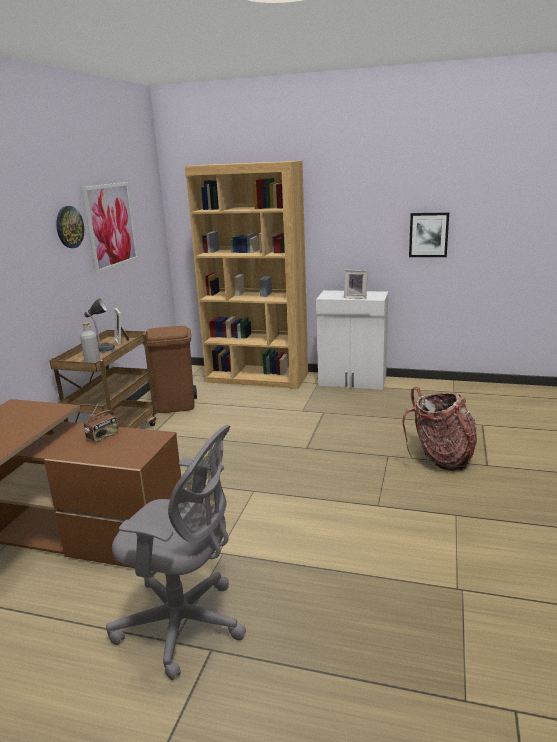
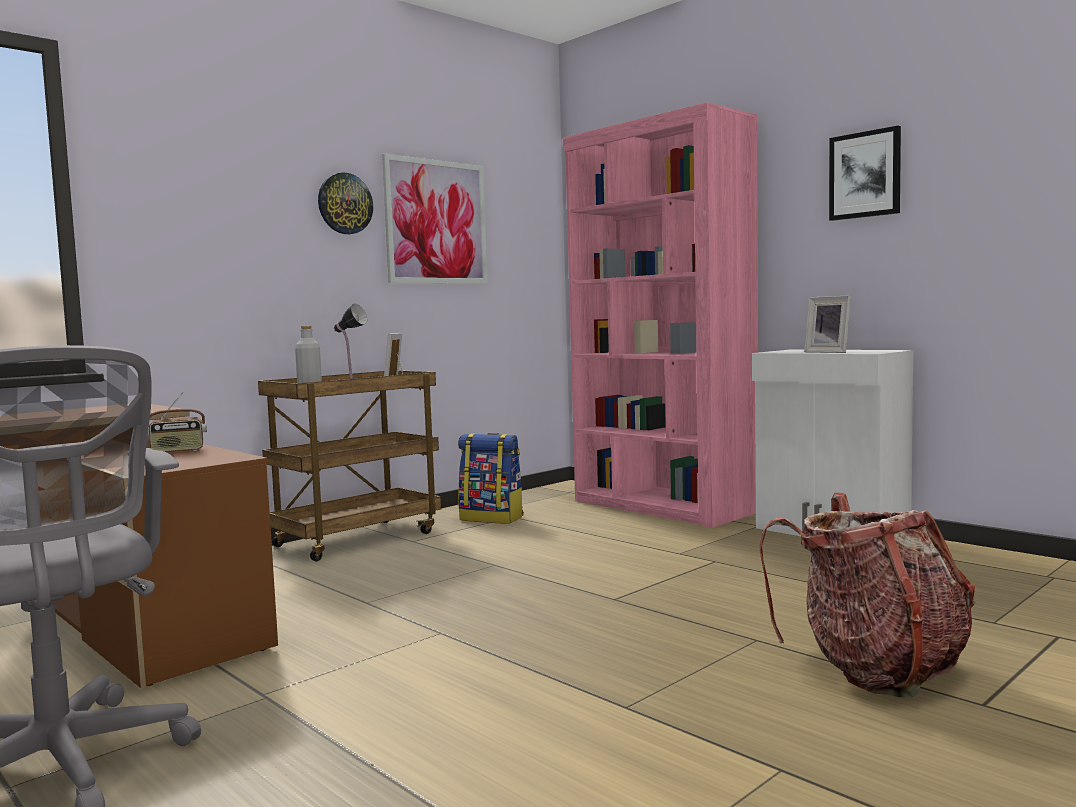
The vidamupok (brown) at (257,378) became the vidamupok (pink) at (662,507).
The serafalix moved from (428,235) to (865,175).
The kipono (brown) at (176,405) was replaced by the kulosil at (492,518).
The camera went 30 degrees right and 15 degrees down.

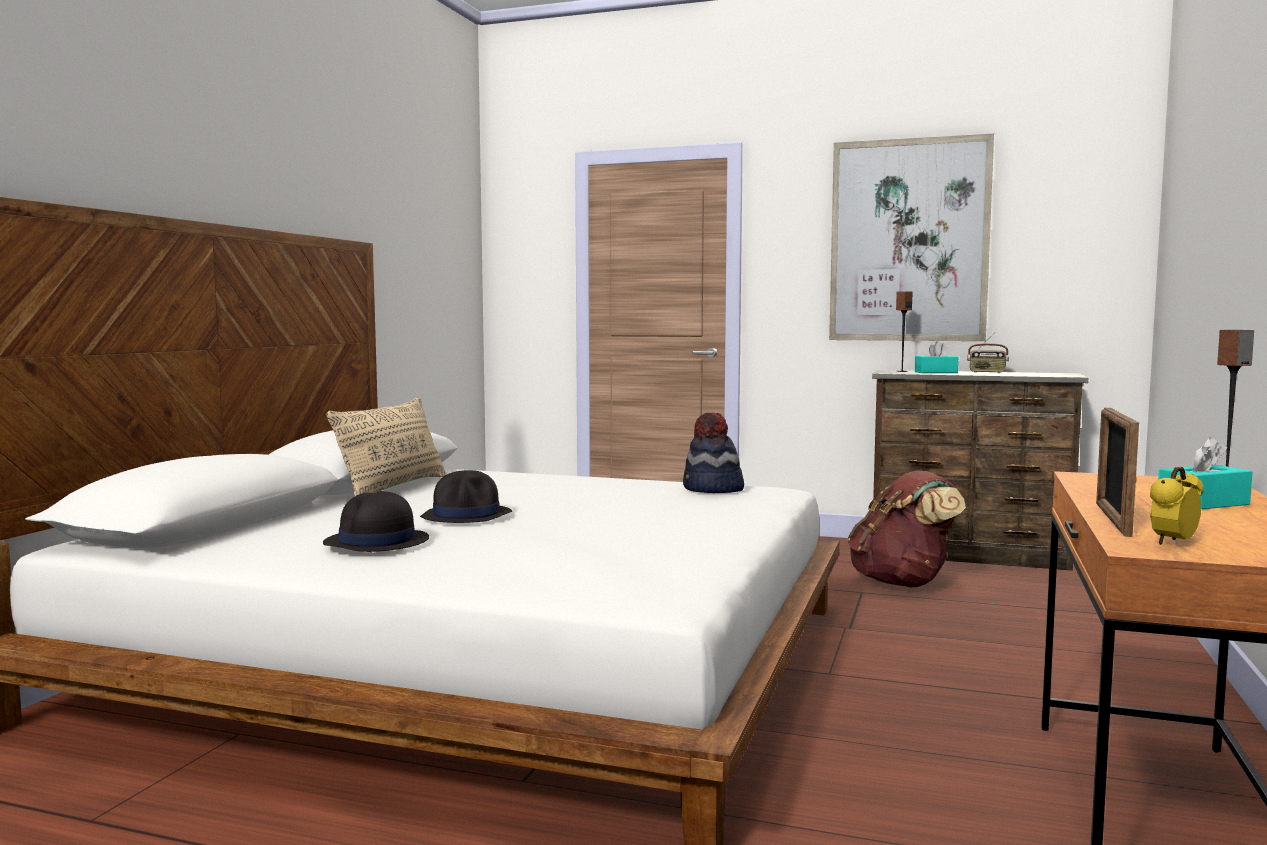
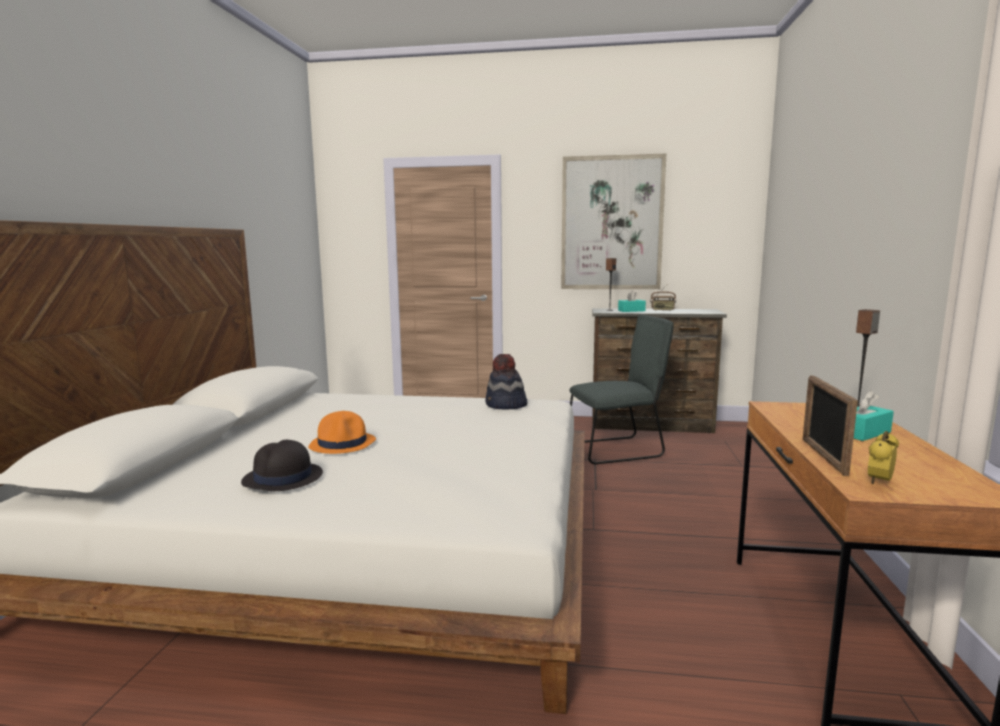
The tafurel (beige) at (394,489) disappeared.
The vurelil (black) at (467,516) became the vurelil (orange) at (343,444).
The kulosil (brown) at (903,583) was replaced by the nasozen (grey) at (618,450).
The camera went 10 degrees left and 5 degrees up.

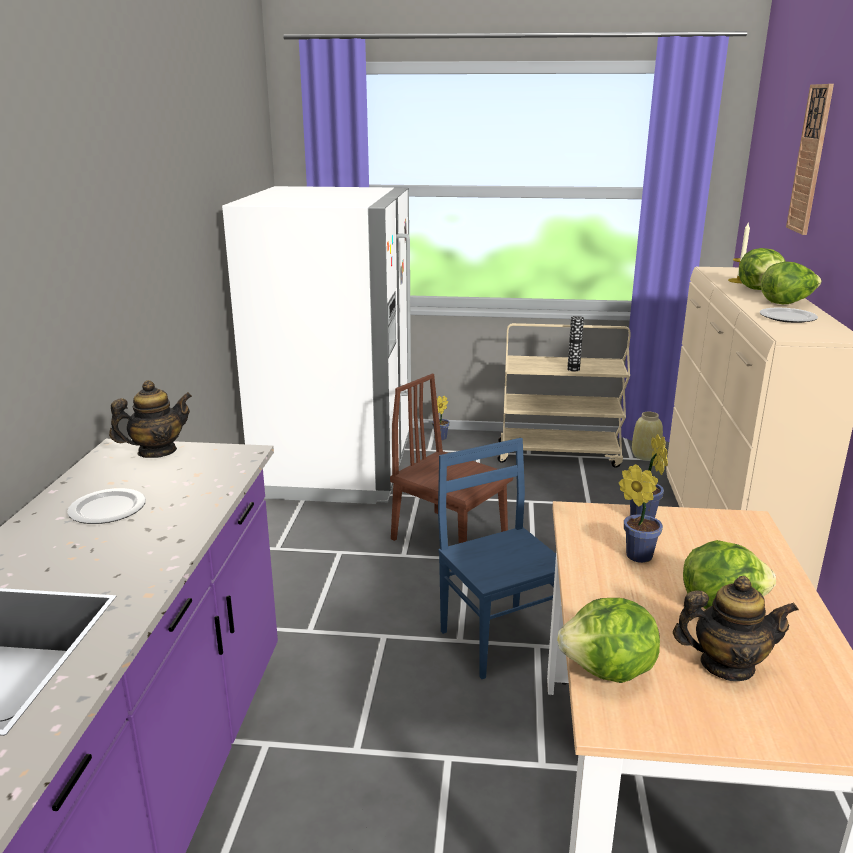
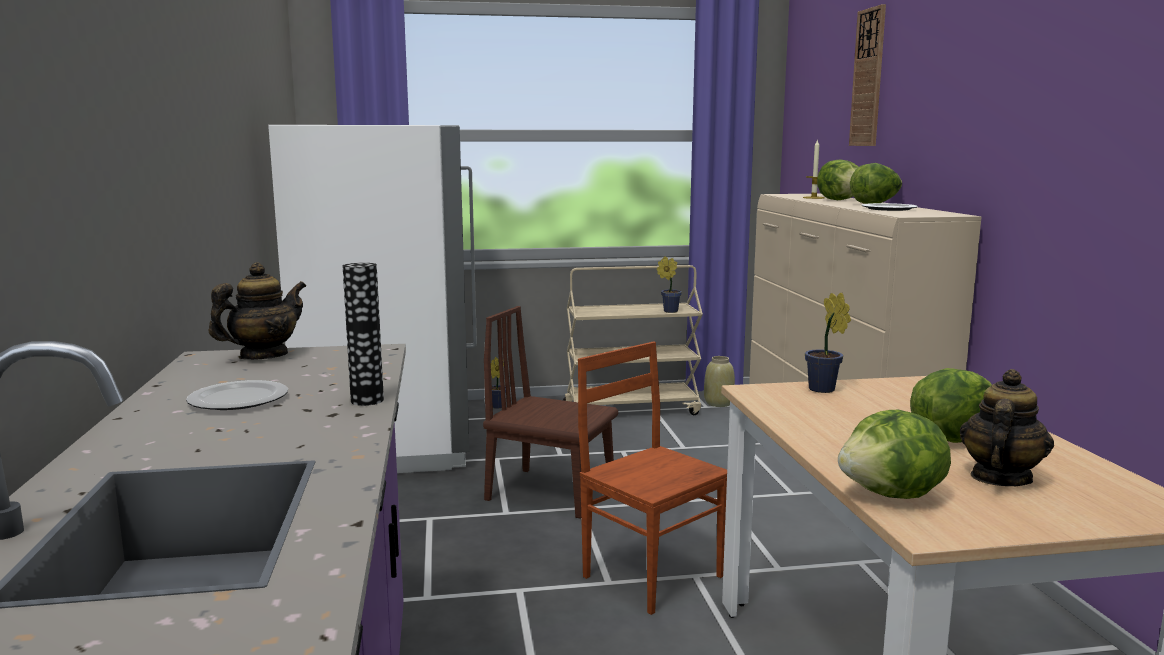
The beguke moved from (573,369) to (367,400).
The nasozen (blue) at (500,639) became the nasozen (brown) at (652,575).
The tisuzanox moved from (635,555) to (668,311).
The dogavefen at (726,665) turned 45 degrees counterclockwise.
The camera went 15 degrees left and 10 degrees down.

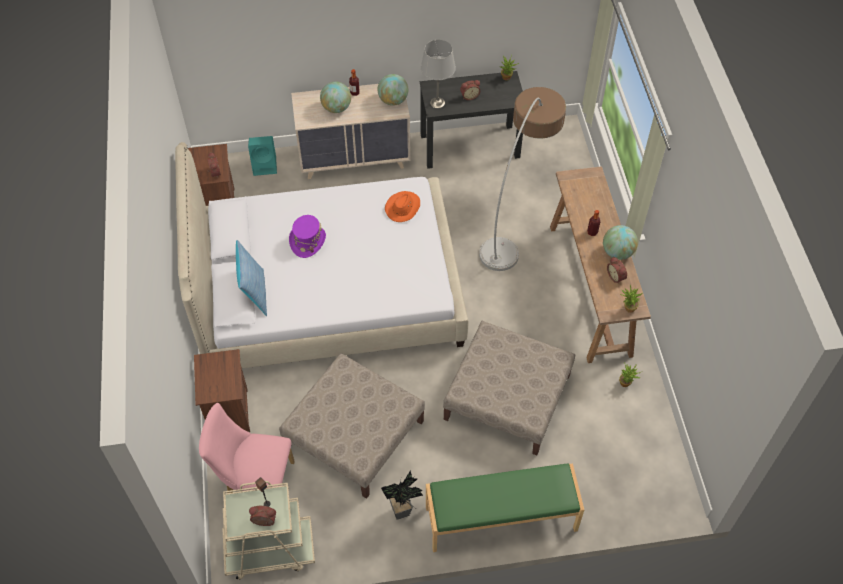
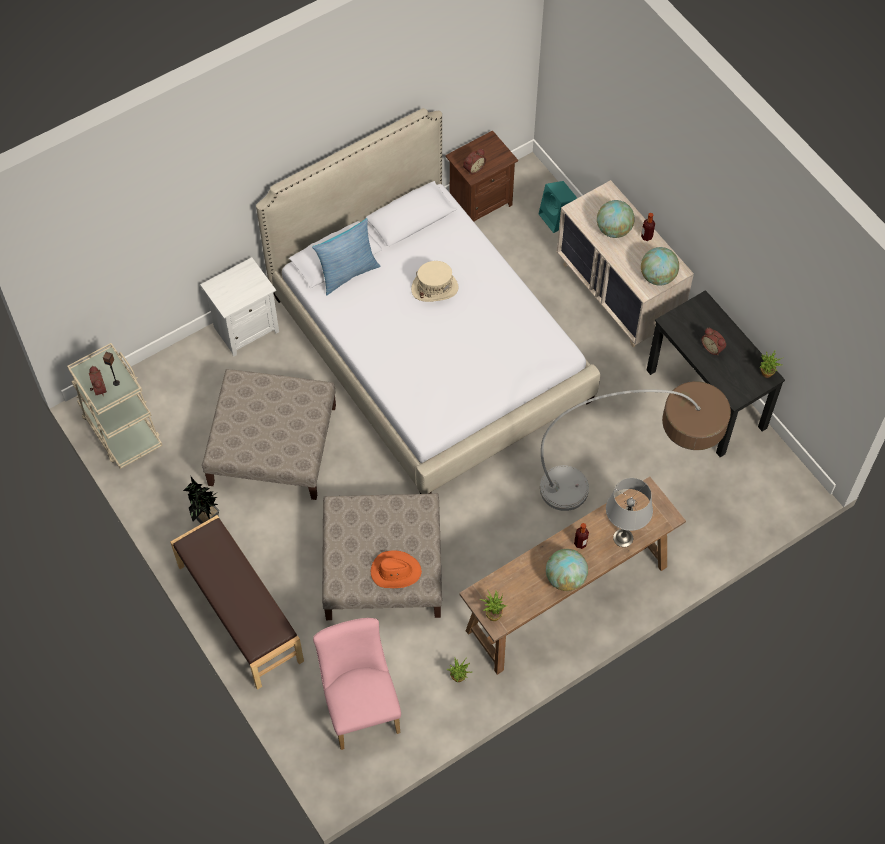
The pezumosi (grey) moved from (437,102) to (623,538).
The vurelil (orange) moved from (403,207) to (395,571).
The vurelil (purple) at (307,241) became the vurelil (beige) at (434,288).
The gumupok at (616,276) disappeared.
The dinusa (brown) at (228,412) became the dinusa (white) at (245,329).
The nasozen (pink) moved from (255,481) to (360,705).
The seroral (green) at (501,519) became the seroral (brown) at (239,613).
The camera went 65 degrees right and 5 degrees up.

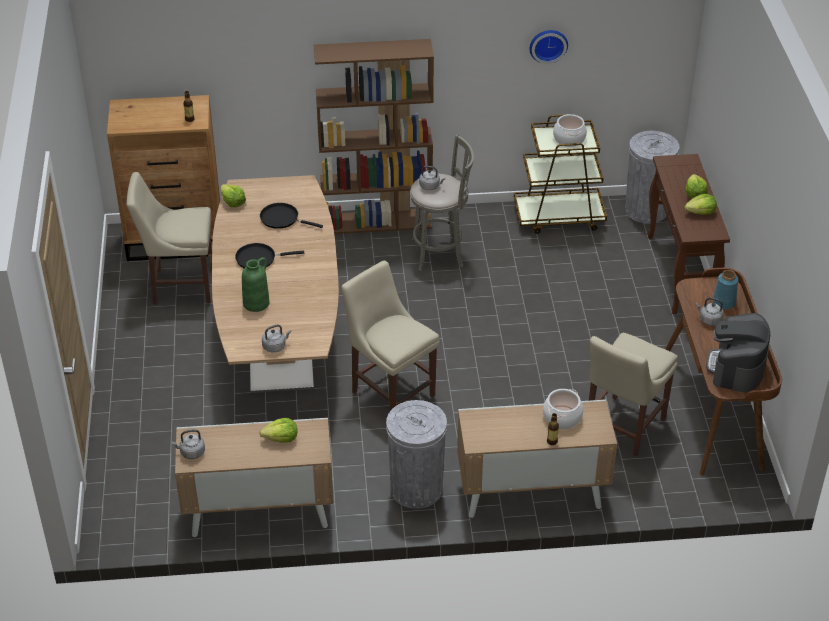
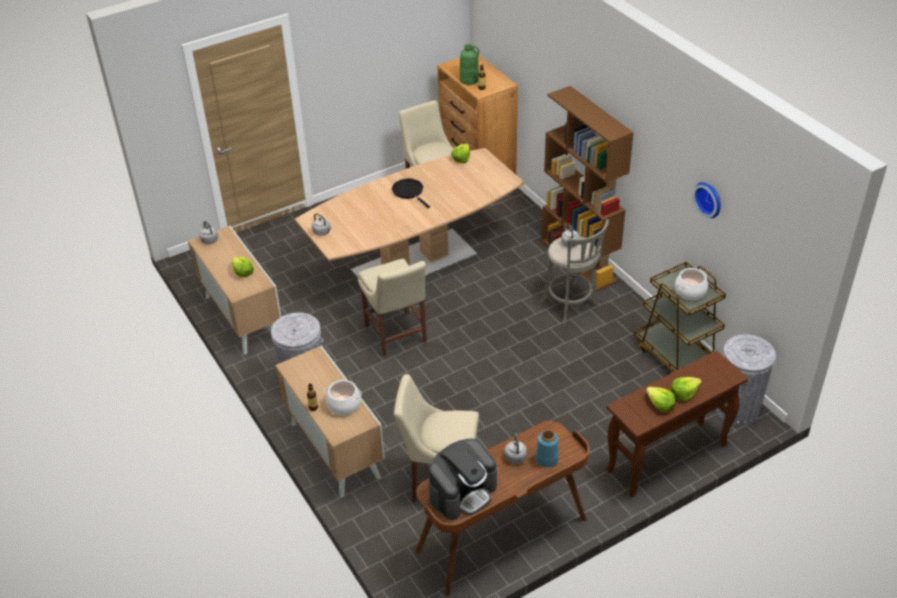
The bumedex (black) at (282,219) disappeared.
The beguke (green) moved from (256,303) to (469,80).
The nasozen (beige) at (390,391) turned 135 degrees clockwise.
The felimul at (736,367) turned 150 degrees clockwise.
The camera went 65 degrees right and 0 degrees up.

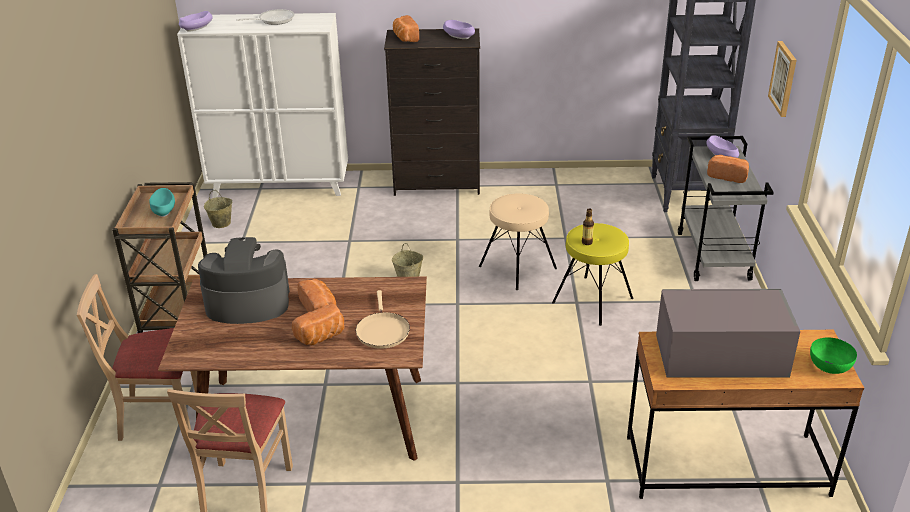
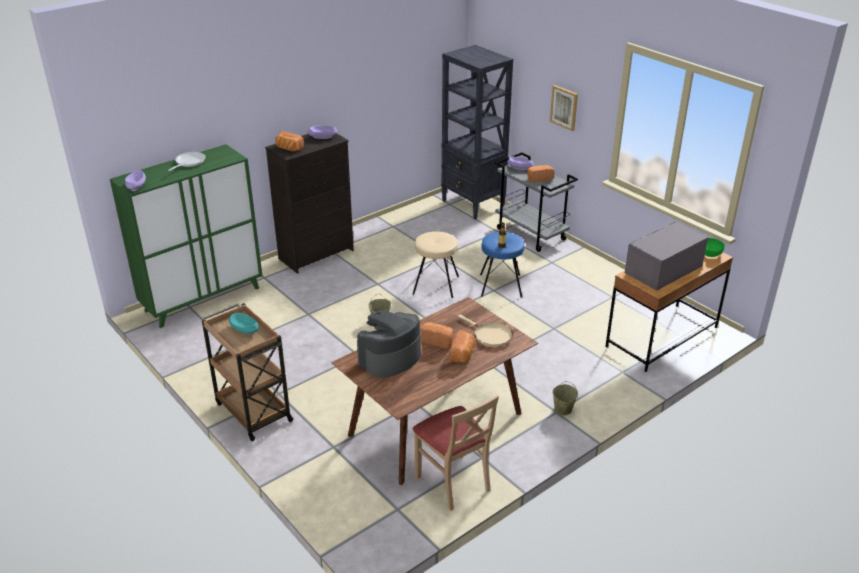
The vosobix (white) at (280,186) became the vosobix (green) at (203,299).
The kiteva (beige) moved from (221,223) to (563,409).
The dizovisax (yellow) at (592,300) became the dizovisax (blue) at (501,285).
The nasozen (beige) at (161,417) disappeared.
The camera went 40 degrees left and 0 degrees up.

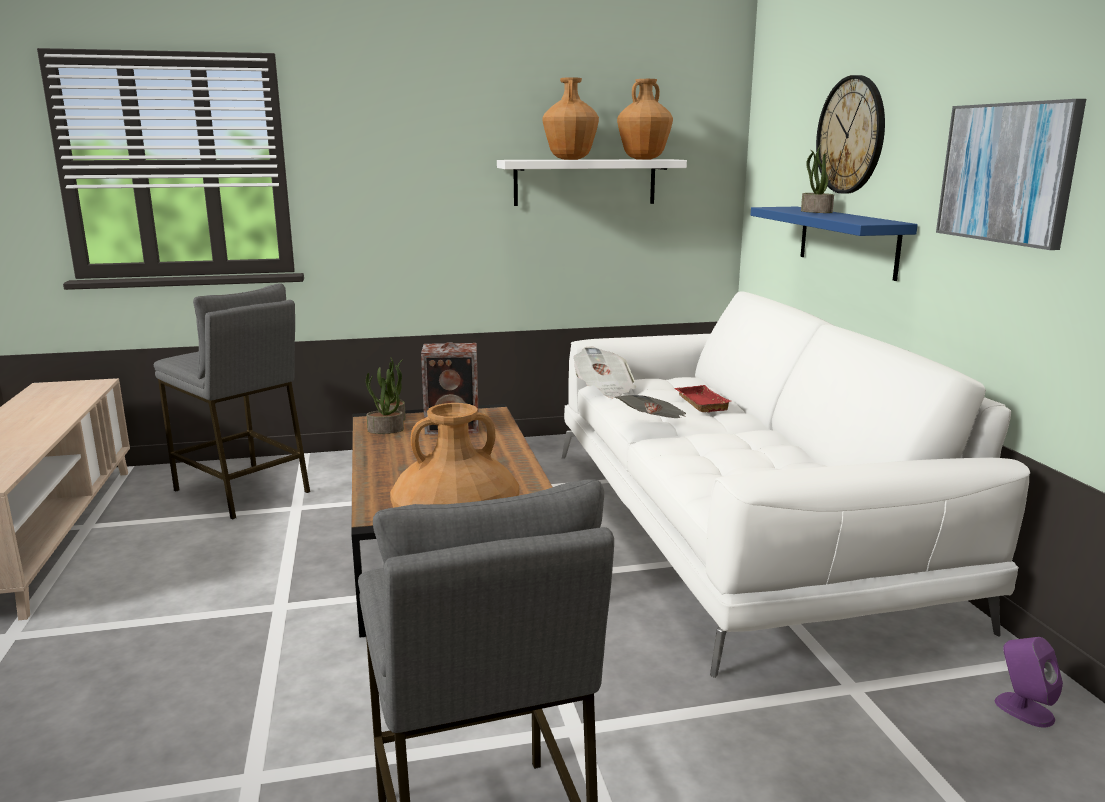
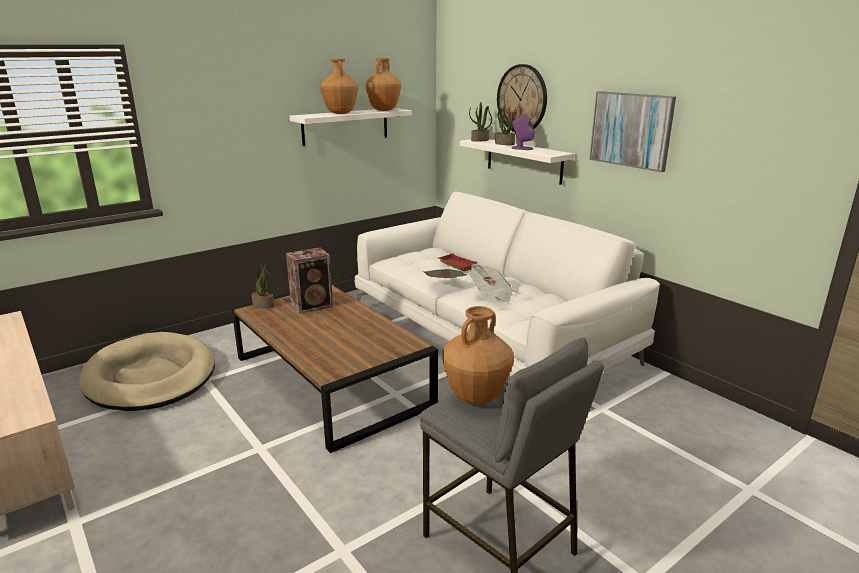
The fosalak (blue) at (847,241) became the fosalak (white) at (524,160).
The dizovisax (grey) at (242,491) was replaced by the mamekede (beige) at (151,377).
The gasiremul moved from (604,389) to (492,294).
The tisuzanox moved from (385,430) to (480,140).
The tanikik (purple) moved from (1023,709) to (522,148).
The camera went 25 degrees left and 5 degrees up.

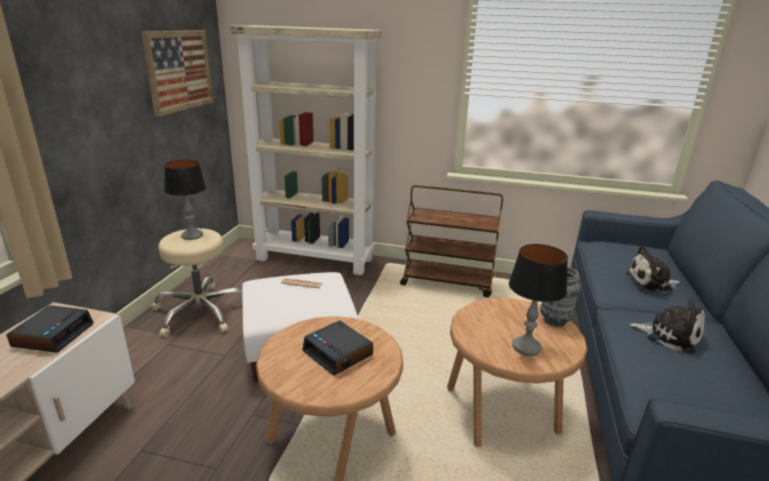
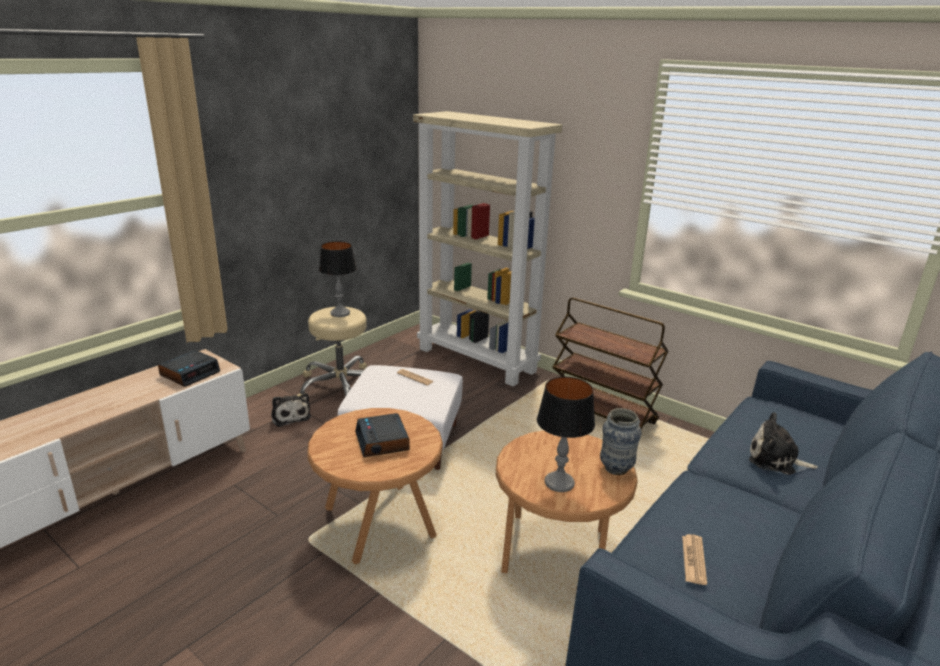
The serafalix at (179,71) disappeared.
The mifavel moved from (669,335) to (290,416).
The gasiremul at (693,559) appeared.
The camera went 25 degrees right and 0 degrees up.

